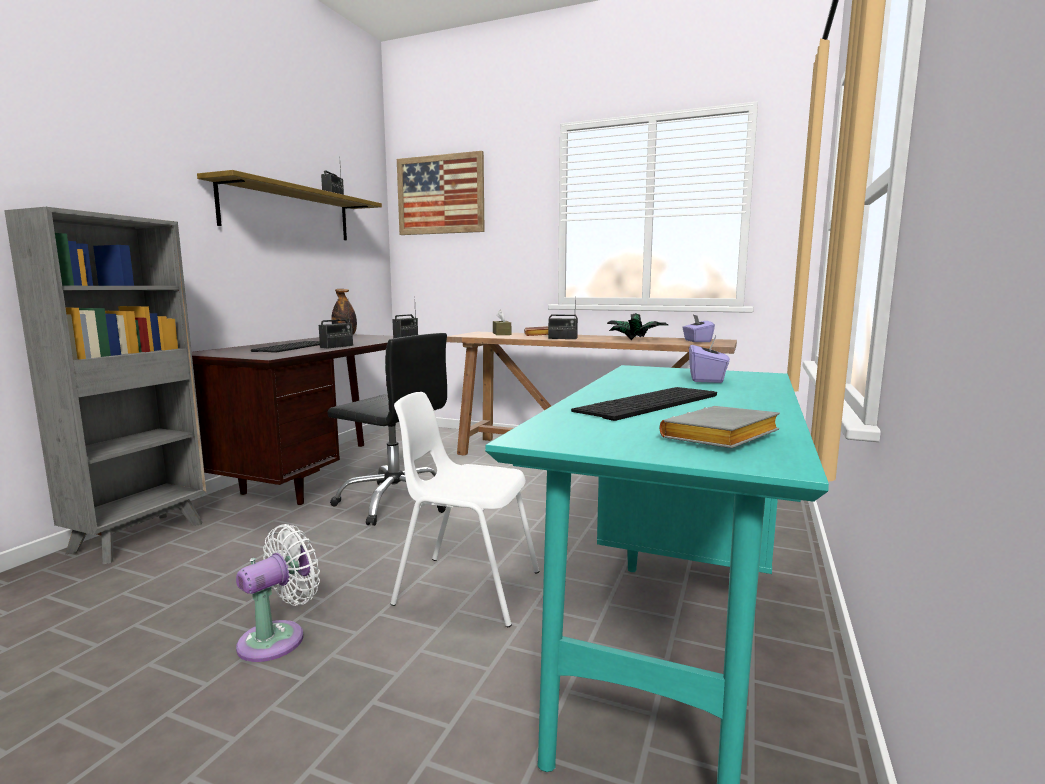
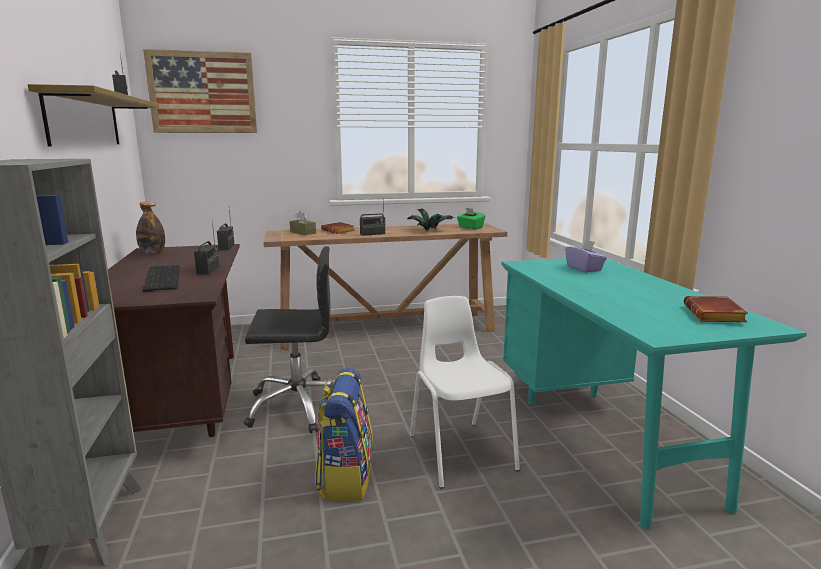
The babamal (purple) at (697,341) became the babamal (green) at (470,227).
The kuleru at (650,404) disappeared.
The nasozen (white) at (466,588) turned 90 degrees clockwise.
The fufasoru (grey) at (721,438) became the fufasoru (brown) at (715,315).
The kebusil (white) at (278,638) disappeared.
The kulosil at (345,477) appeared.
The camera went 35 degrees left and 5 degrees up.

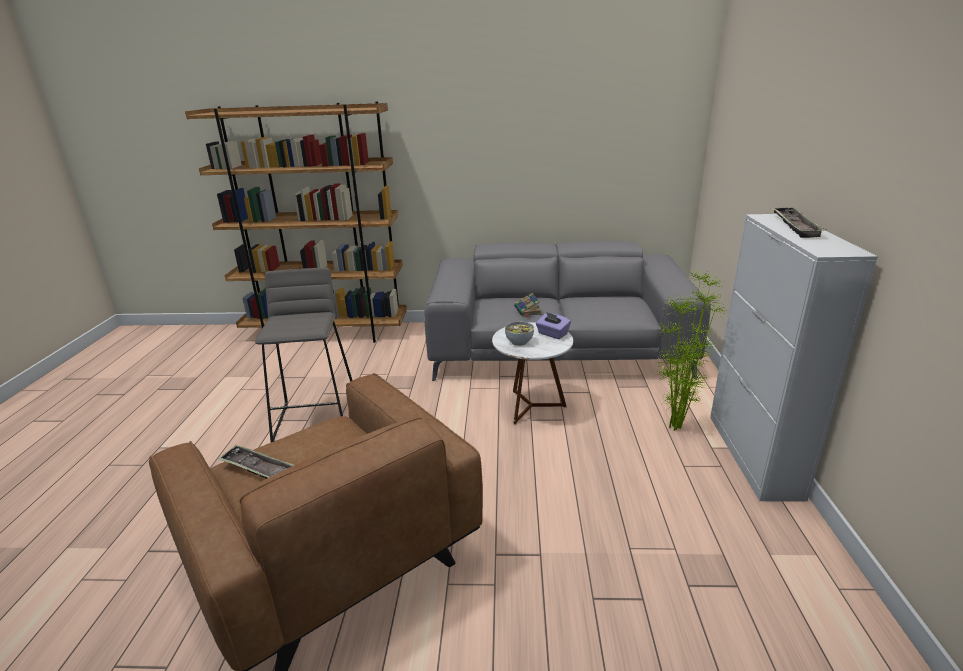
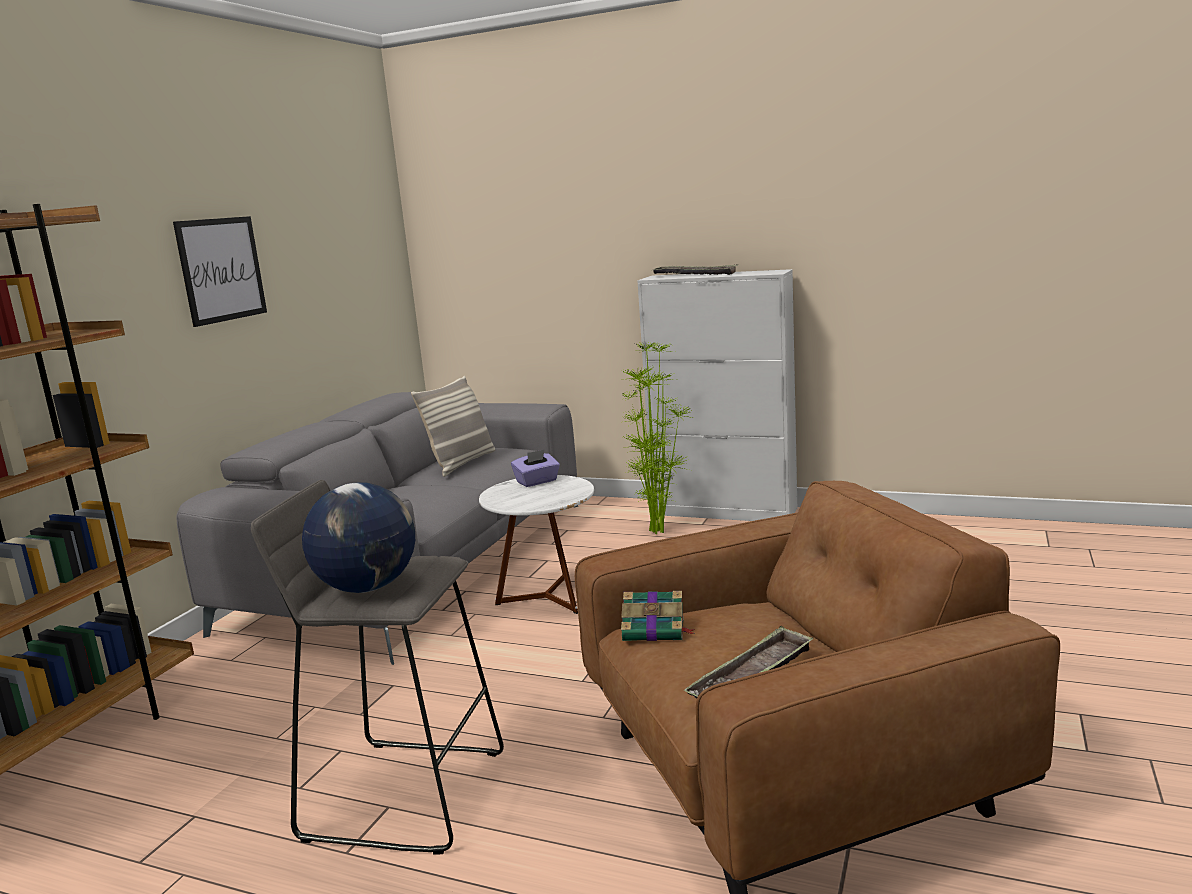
The fufasoru moved from (528,311) to (655,630).
The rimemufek at (519,342) disappeared.
The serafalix at (221,269) appeared.
The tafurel at (461,463) appeared.
The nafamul at (368,587) appeared.
The camera went 70 degrees left and 10 degrees down.

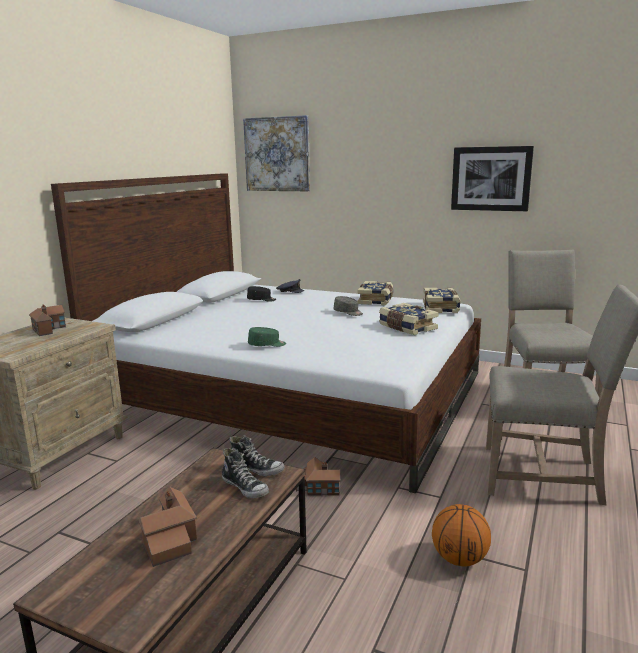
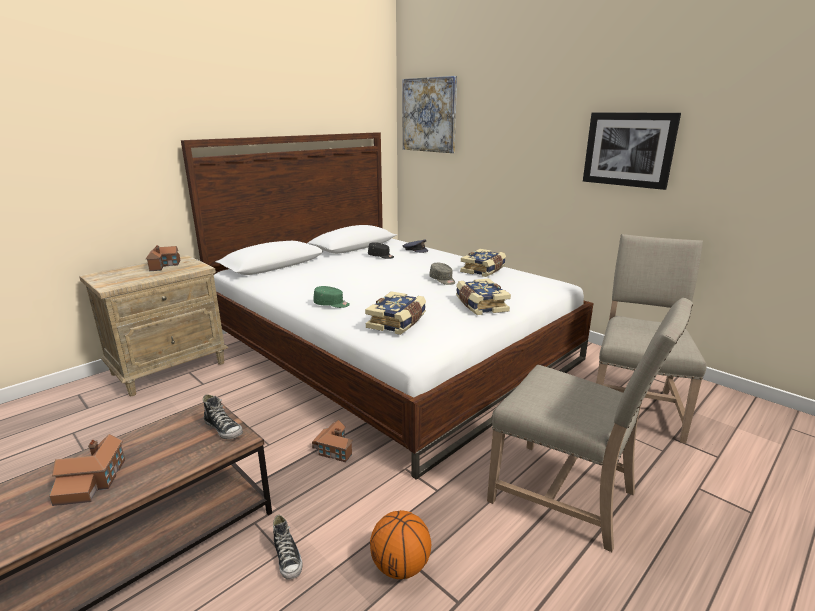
The fufasoru moved from (441,308) to (397,322).
The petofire moved from (245,488) to (288,558).
The camera went 20 degrees right and 5 degrees up.

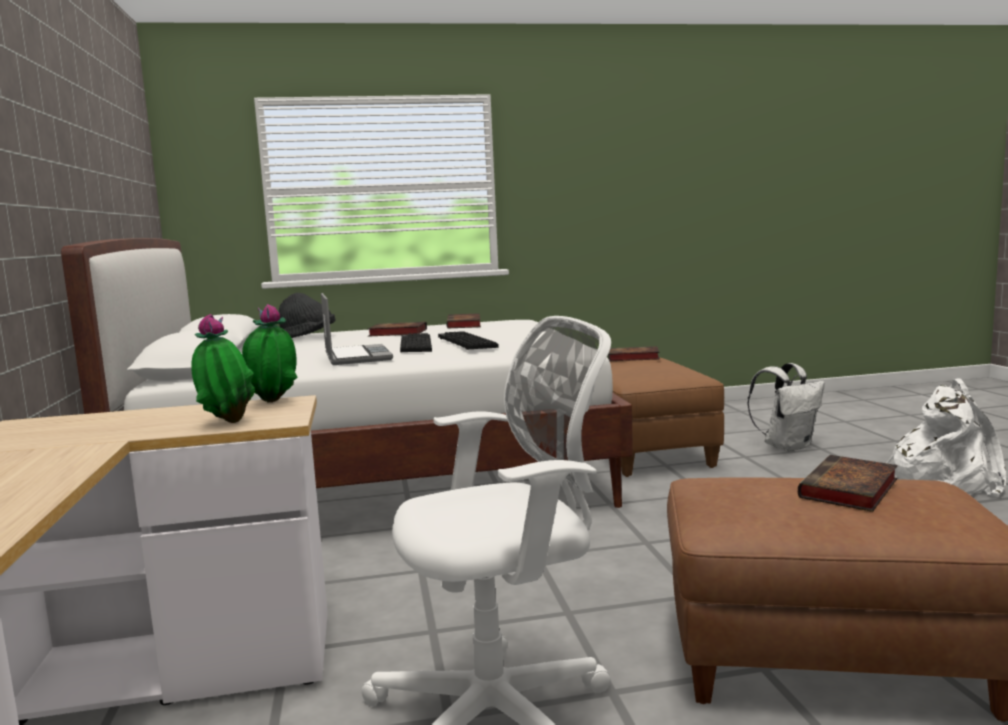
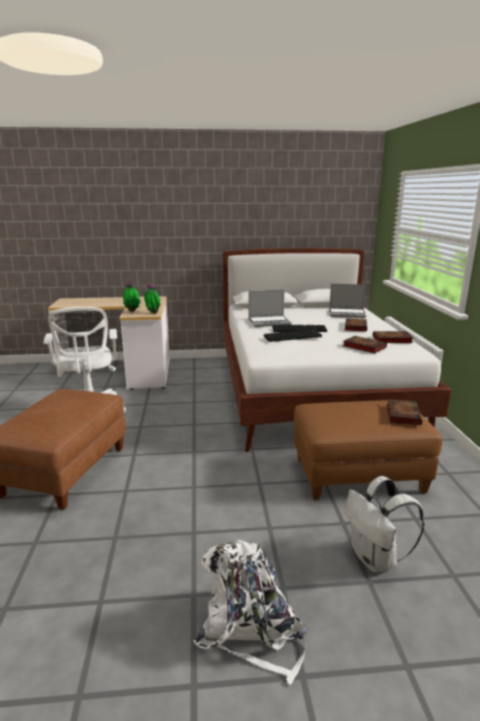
The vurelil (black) at (308,338) was replaced by the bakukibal at (347,314).
The fufasoru moved from (849,490) to (363,347).
The camera went 95 degrees right and 10 degrees up.

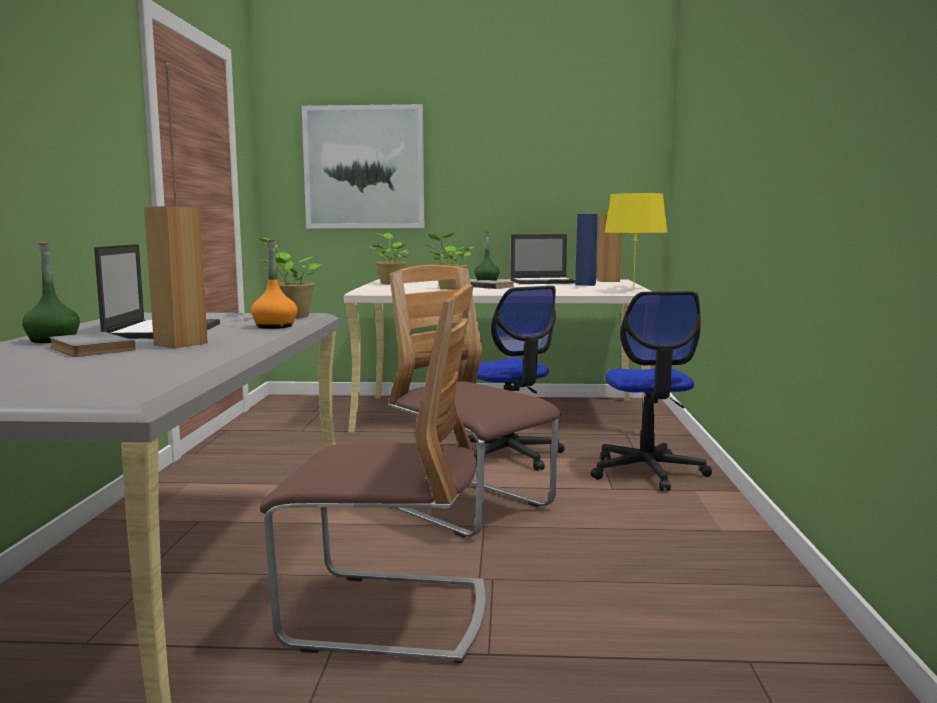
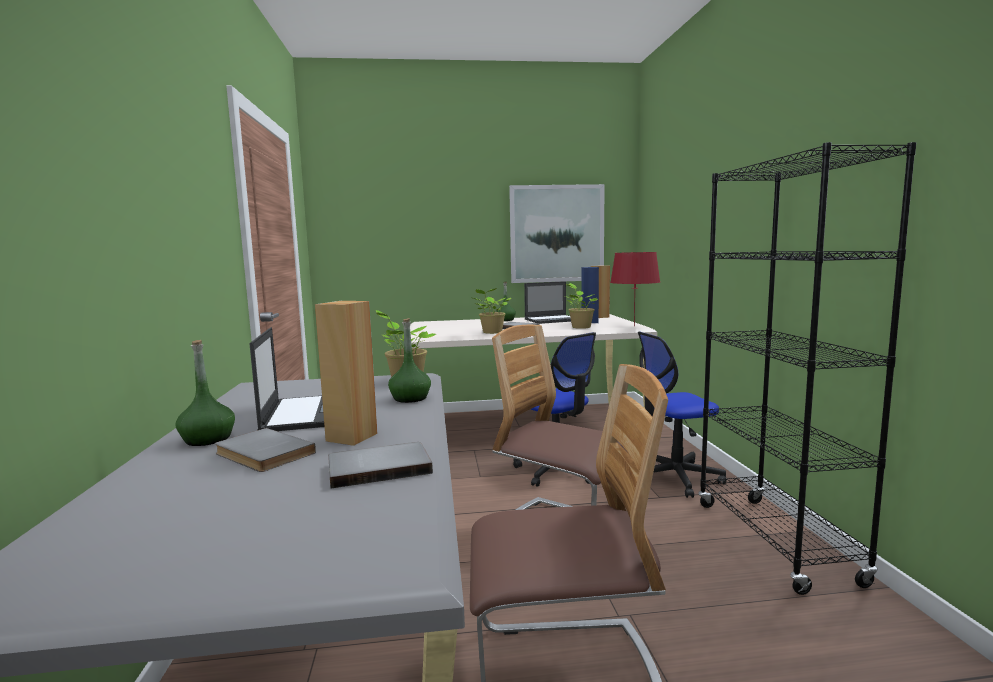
The serafalix moved from (364,167) to (556,234).
The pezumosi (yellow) at (634,288) became the pezumosi (red) at (634,326).
The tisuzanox moved from (391,283) to (580,327).
The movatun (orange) at (274,326) became the movatun (green) at (410,398).
The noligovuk at (647,472) turned 90 degrees clockwise.
The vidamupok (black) at (775,542) appeared.
The fufasoru (grey) at (379,467) appeared.
The camera went 10 degrees left and 0 degrees up.

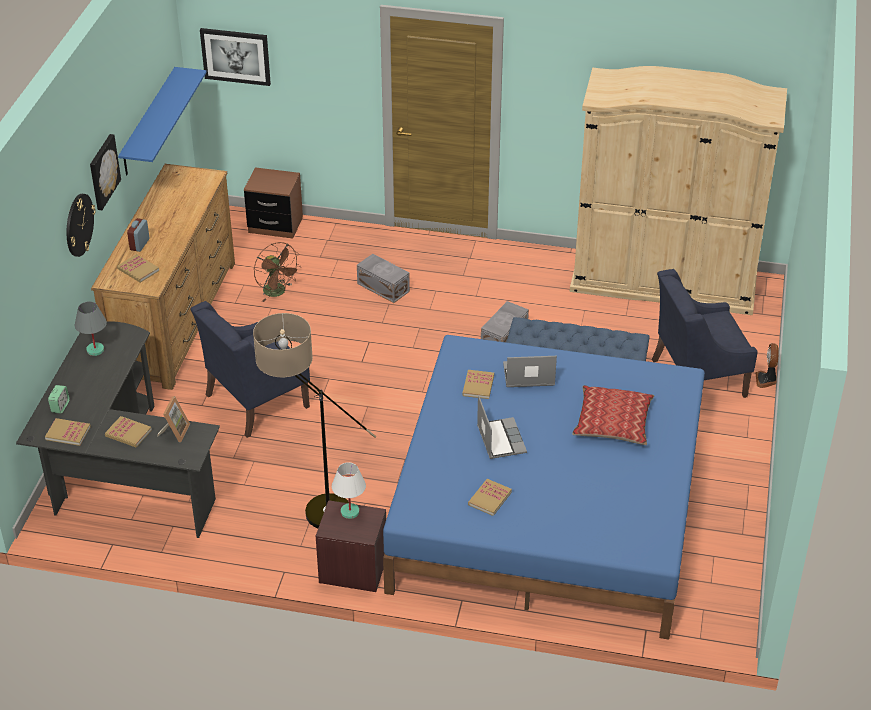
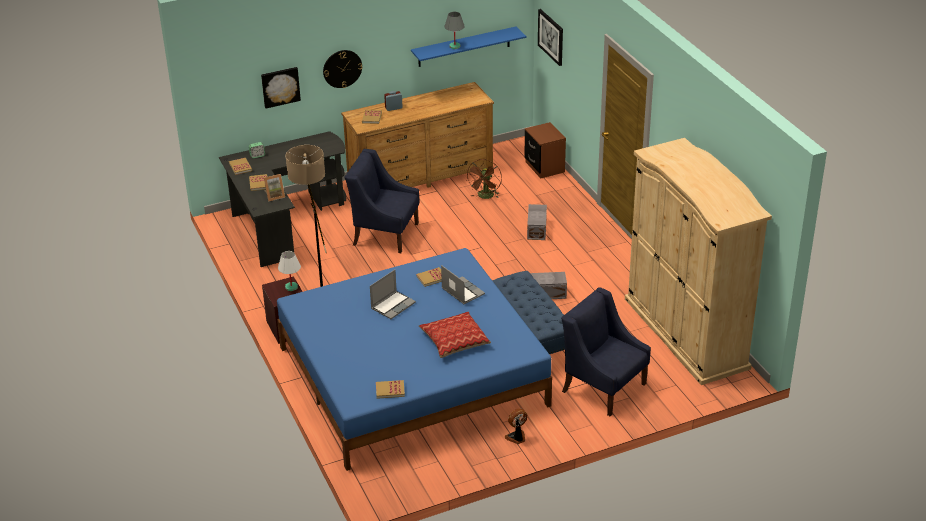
The serafalix moved from (103,171) to (280,86).
The pezumosi (grey) moved from (95,350) to (455,46).
The kebusil moved from (766,380) to (516,438).
The fufasoru moved from (489,498) to (390,390).
The camera went 55 degrees right and 5 degrees down.

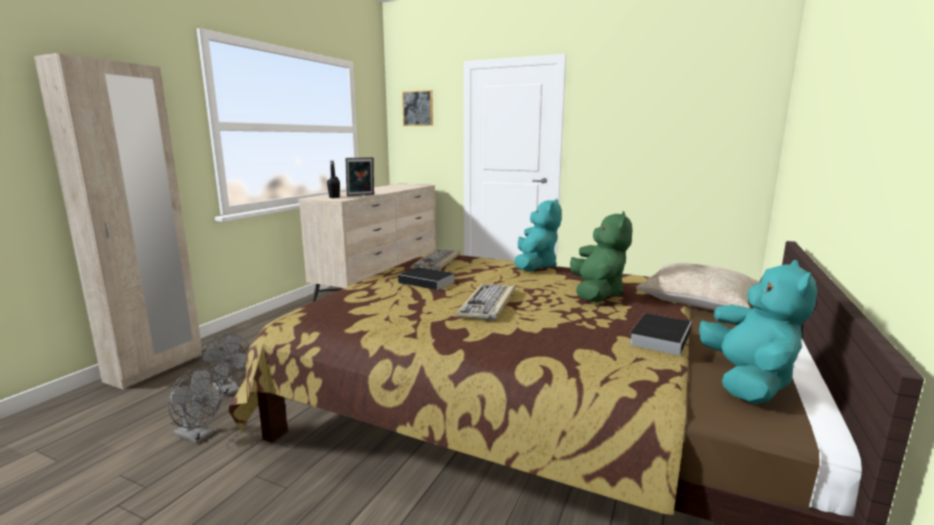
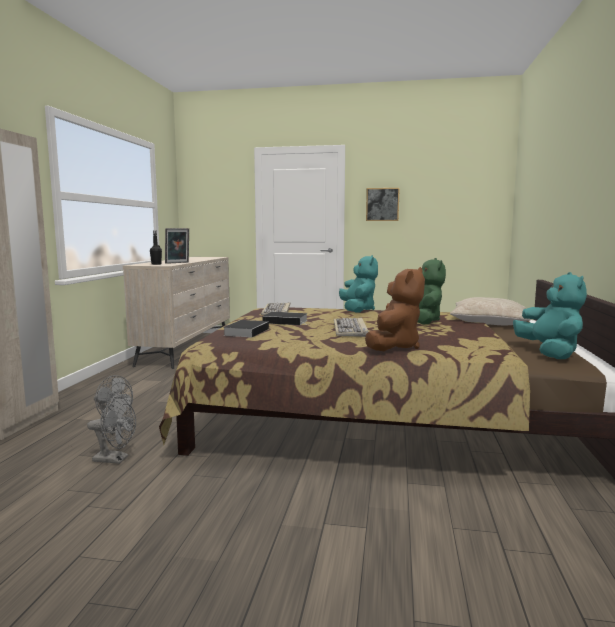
The serafalix moved from (418,108) to (382,204).
The fufasoru moved from (660,337) to (246,331).
The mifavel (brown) at (393,346) appeared.
The camera went 15 degrees left and 5 degrees down.

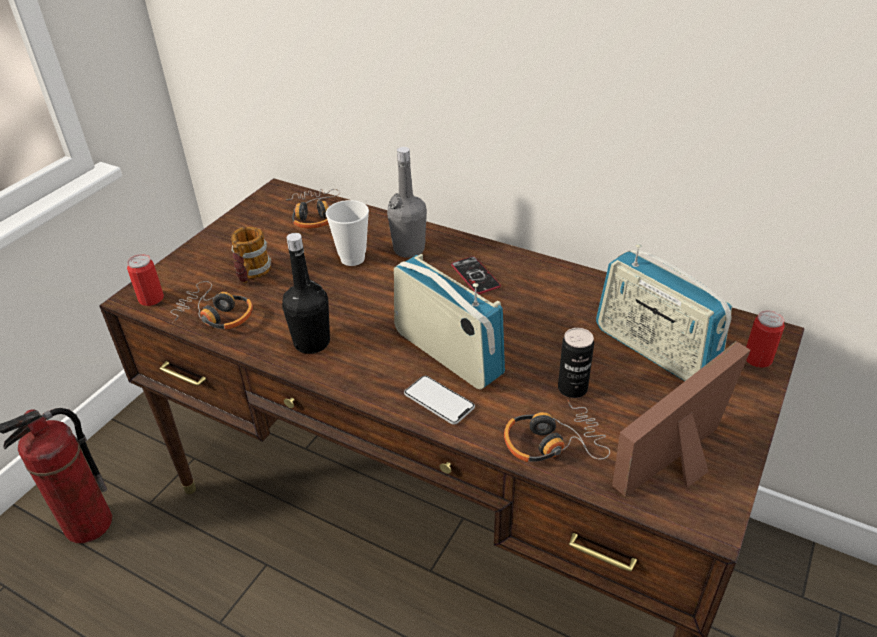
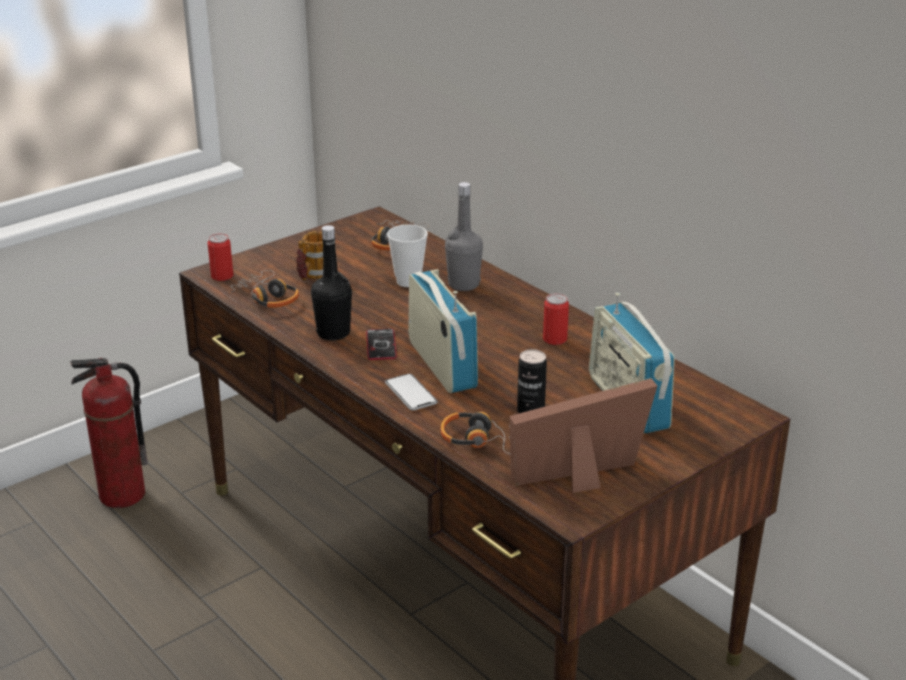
The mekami moved from (475,276) to (381,345).
The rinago moved from (757,359) to (554,339).
The camera went 20 degrees right and 10 degrees down.

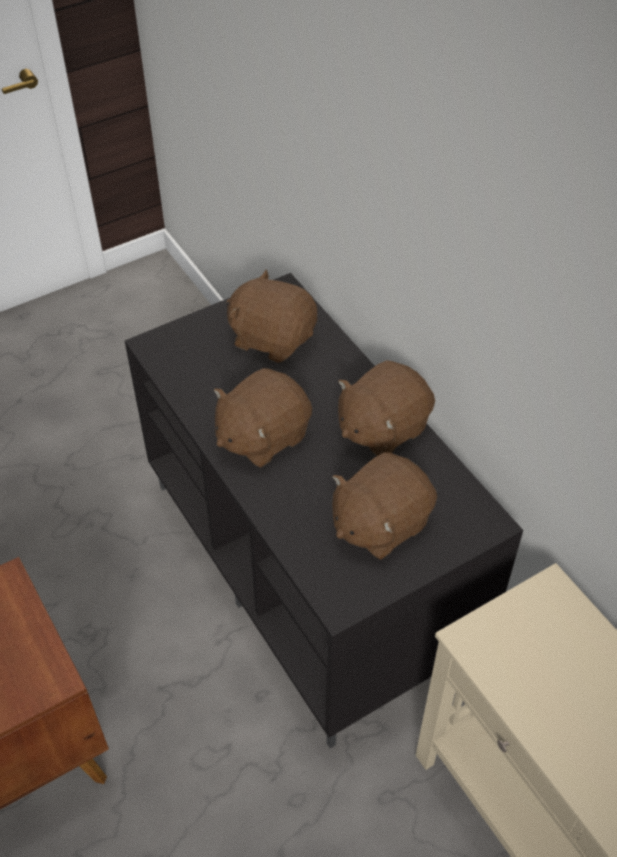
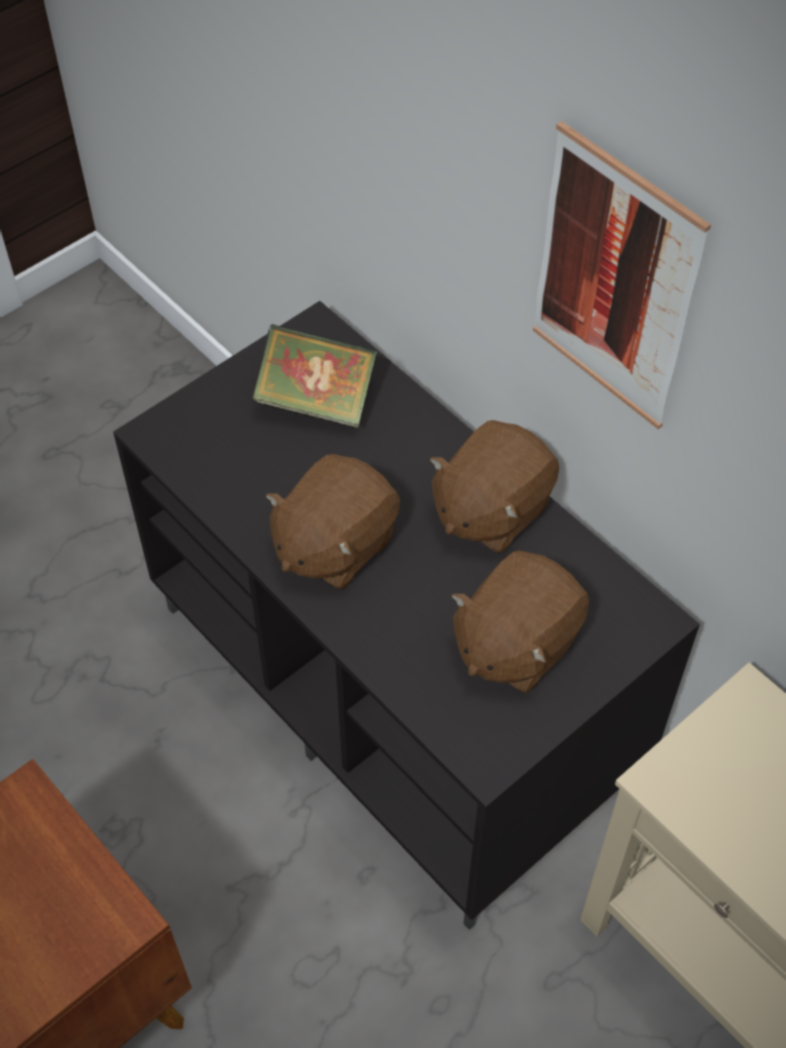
The mifavel (brown) at (272,338) was replaced by the fufasoru at (316,400).
The serafalix at (614,281) appeared.
The camera went 10 degrees left and 5 degrees up.

